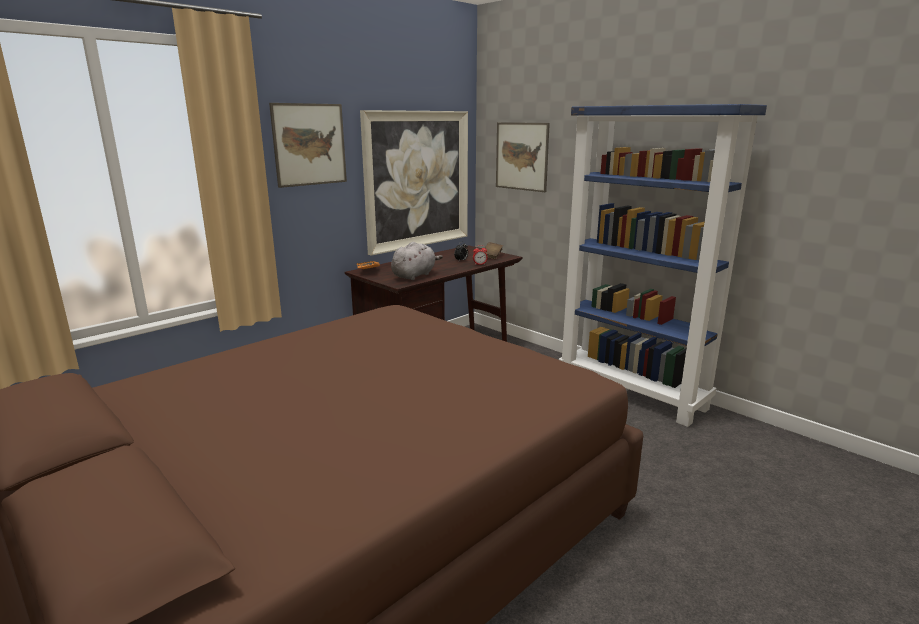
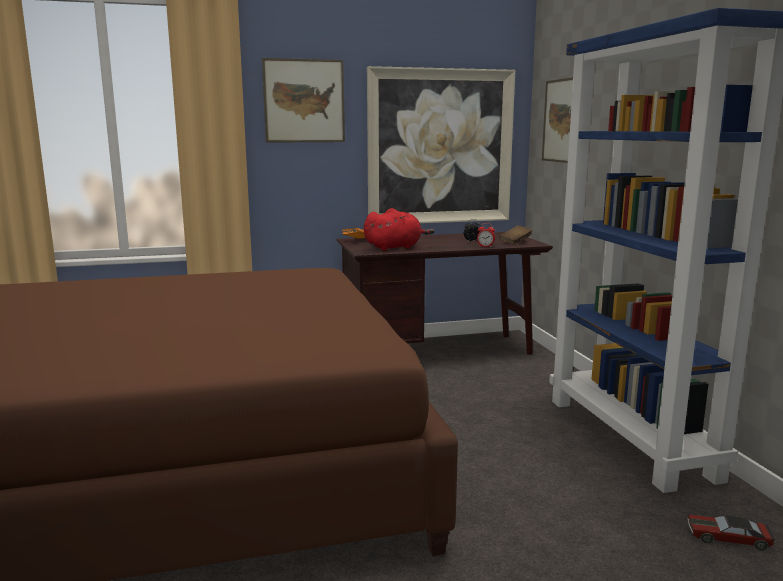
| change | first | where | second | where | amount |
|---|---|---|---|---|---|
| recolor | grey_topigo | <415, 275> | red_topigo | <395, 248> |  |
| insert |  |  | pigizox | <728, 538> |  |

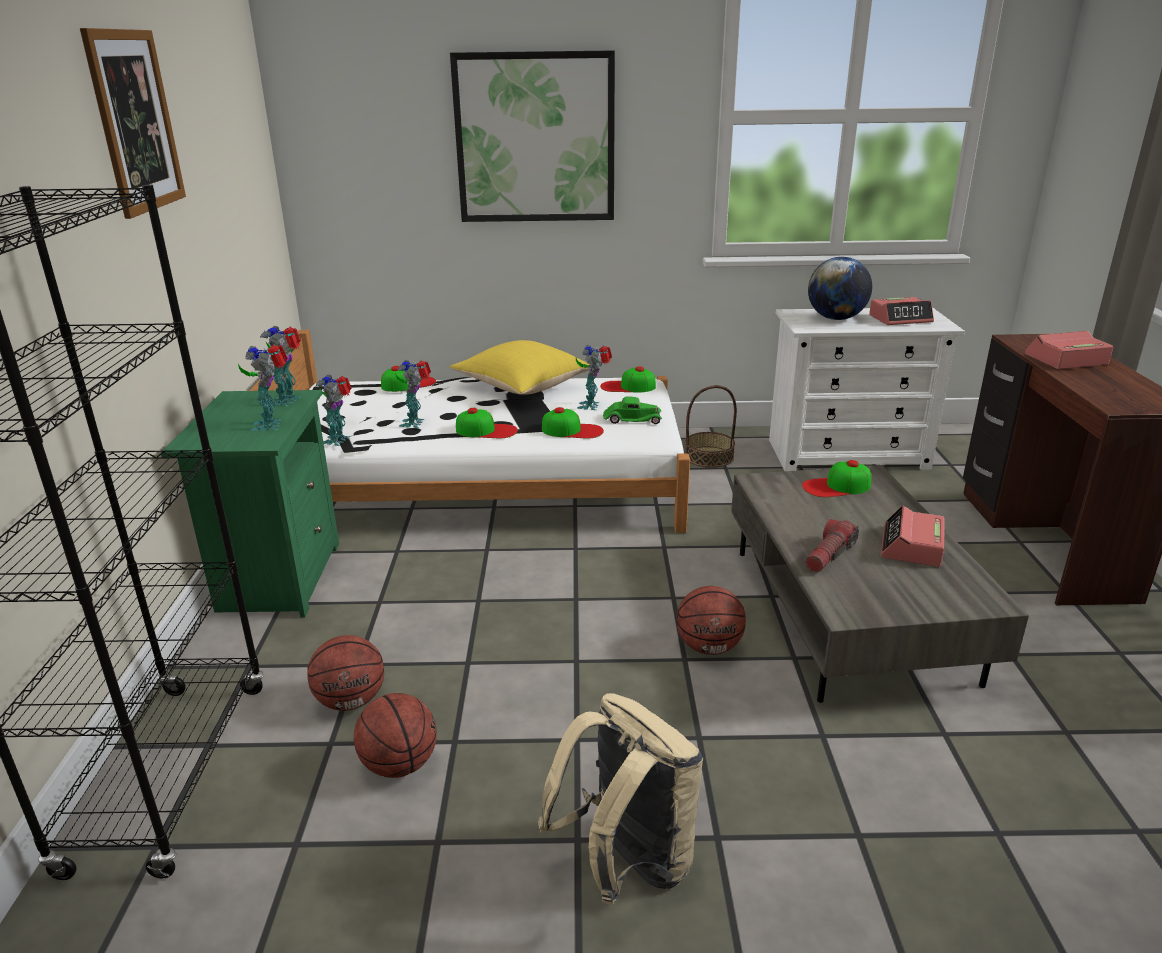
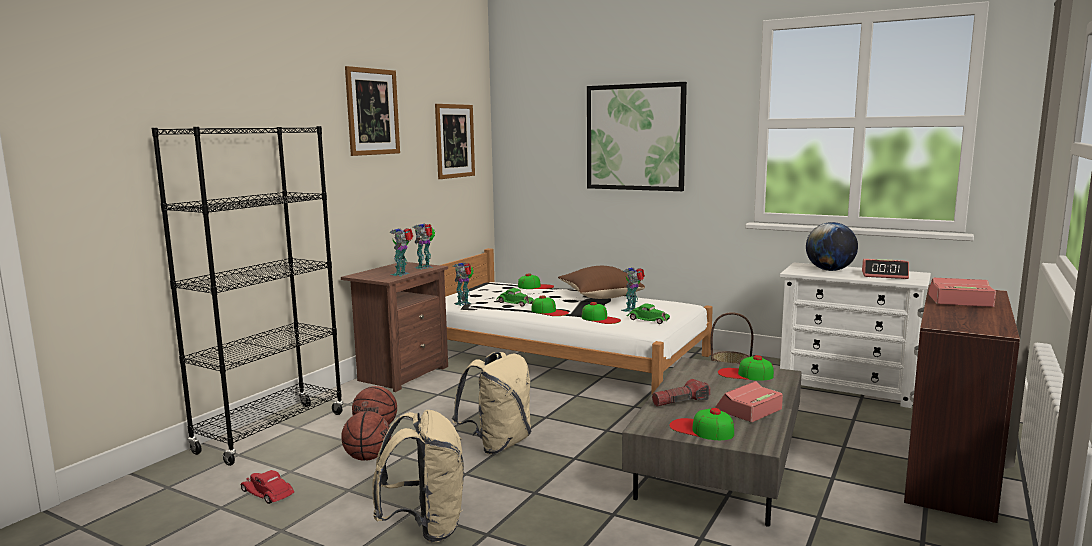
| change | first | where | second | where | amount |
|---|---|---|---|---|---|
| recolor | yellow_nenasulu | <520, 388> | brown_nenasulu | <599, 297> |  |
| replace | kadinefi | <415, 423> | green_pigizox | <514, 303> |  |
| move | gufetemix | <627, 386> |  | <701, 429> |  |
| recolor | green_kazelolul | <278, 578> | brown_kazelolul | <402, 374> |  |
| delete | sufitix | <709, 647> |  |  |  |
| insert |  |  | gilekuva | <454, 141> |  |
| insert |  |  | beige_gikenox | <498, 444> |  |
| insert |  |  | red_pigizox | <268, 493> |  |

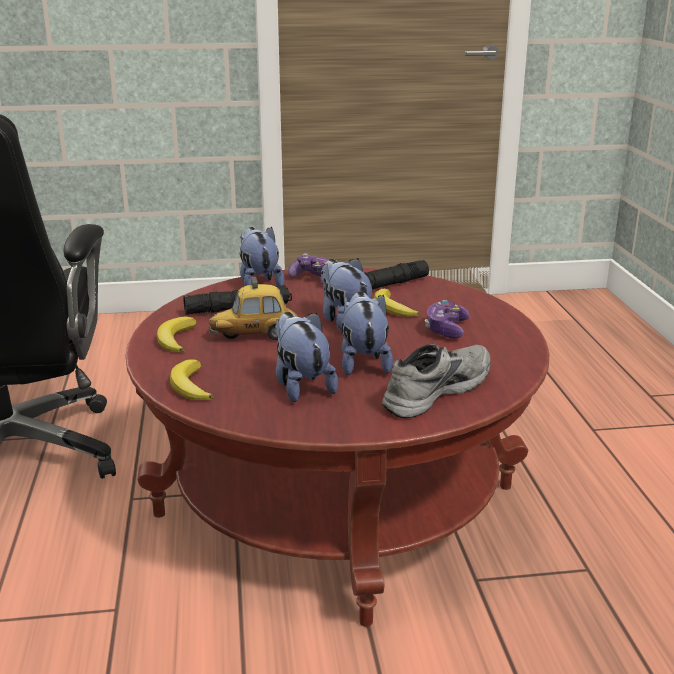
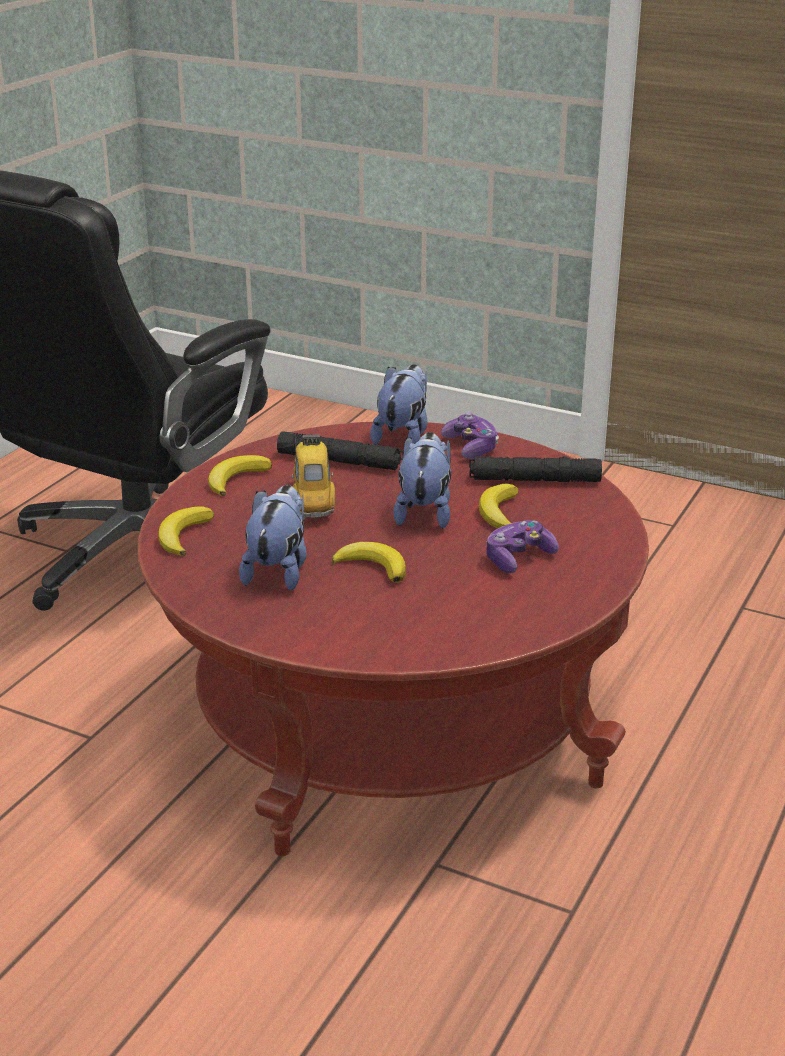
| change | first | where | second | where | amount |
|---|---|---|---|---|---|
| rotate | pigizox | <256, 336> |  | <313, 500> | 60 degrees clockwise |
| replace | topigo | <363, 362> | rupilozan | <373, 566> |  |
| delete | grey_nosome | <434, 390> |  |  |  |

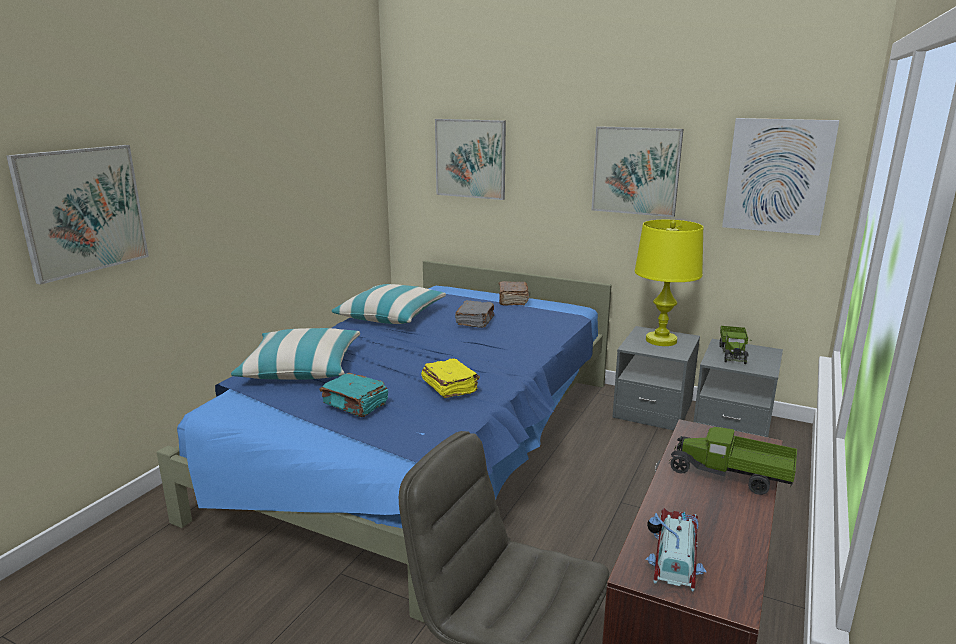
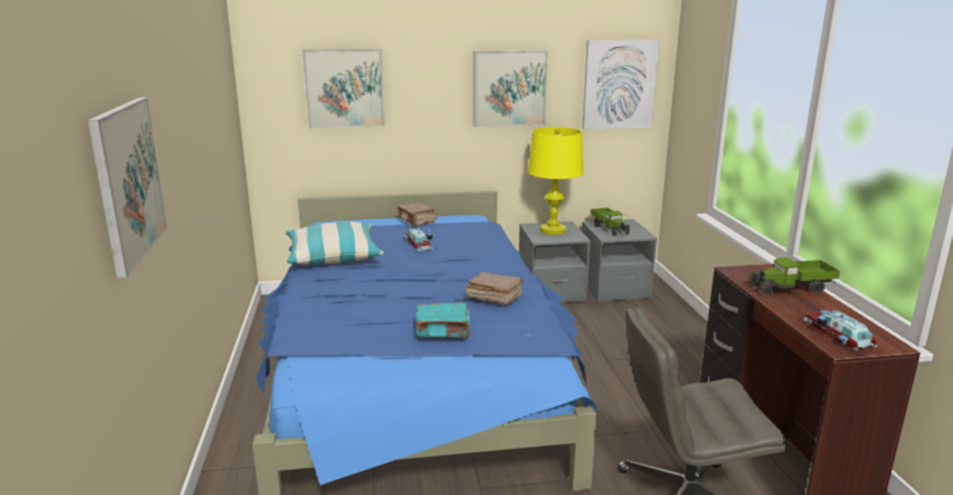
| change | first | where | second | where | amount |
|---|---|---|---|---|---|
| replace | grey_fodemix | <475, 322> | pigizox | <419, 244> |  |
| delete | nenasulu | <301, 368> |  |  |  |
| recolor | yellow_fodemix | <450, 387> | brown_fodemix | <493, 297> |  |

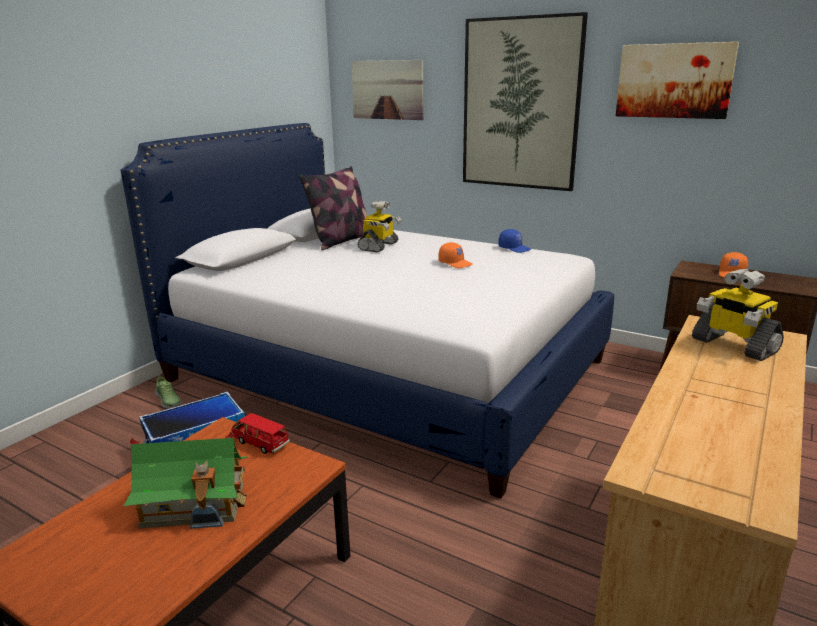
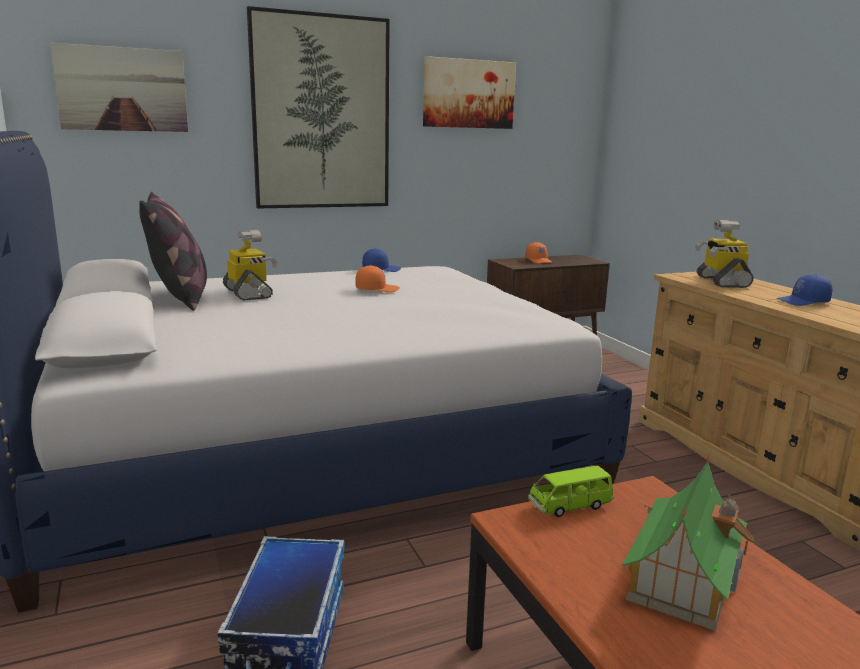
| change | first | where | second | where | amount |
|---|---|---|---|---|---|
| rotate | kadinefi | <733, 345> |  | <721, 281> | 90 degrees clockwise |
| delete | nosome | <168, 401> |  |  |  |
| recolor | red_pigizox | <260, 443> | green_pigizox | <570, 506> |  |
| insert |  |  | blue_gufetemix | <803, 302> |  |

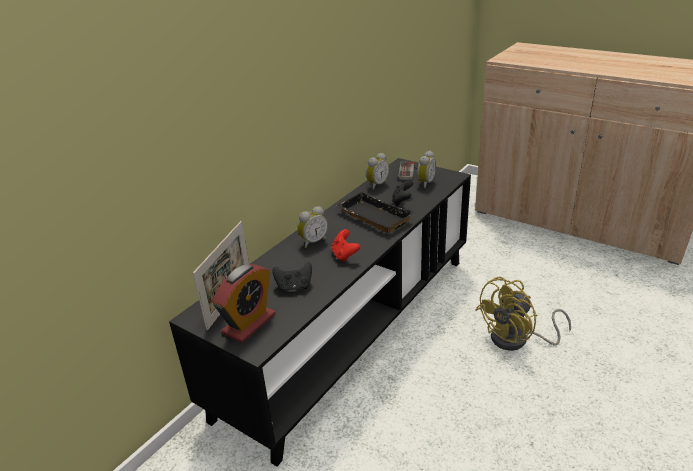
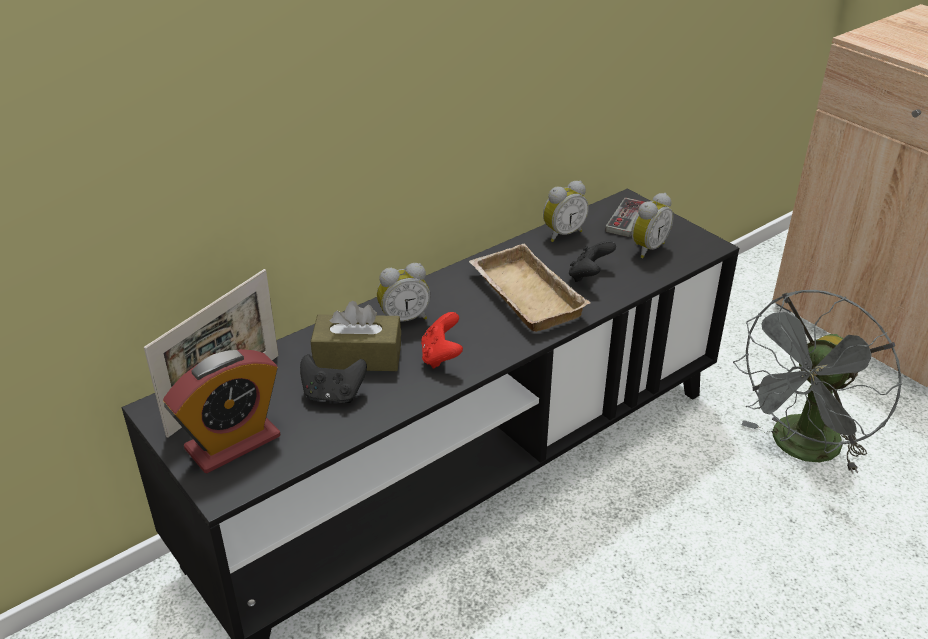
| change | first | where | second | where | amount |
|---|---|---|---|---|---|
| recolor | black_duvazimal | <372, 217> | beige_duvazimal | <522, 295> |  |
| delete | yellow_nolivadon | <517, 340> |  |  |  |
| insert |  |  | grey_nolivadon | <800, 450> |  |
| insert |  |  | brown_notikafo | <358, 357> |  |

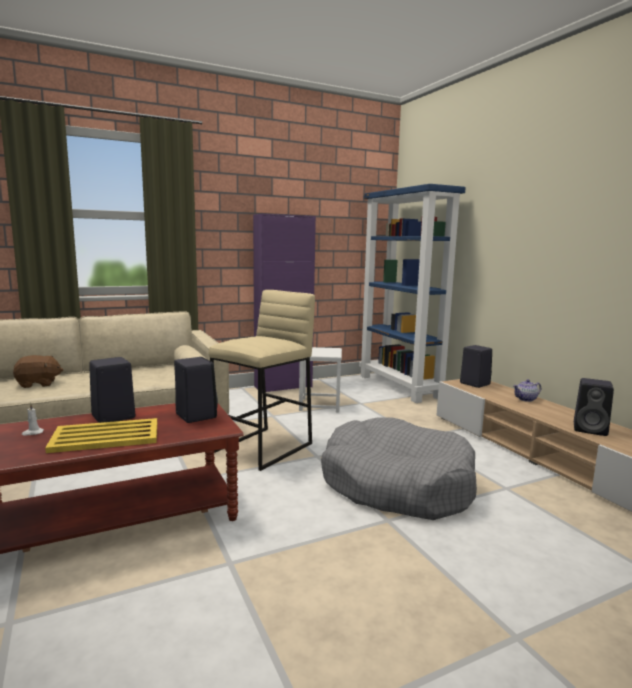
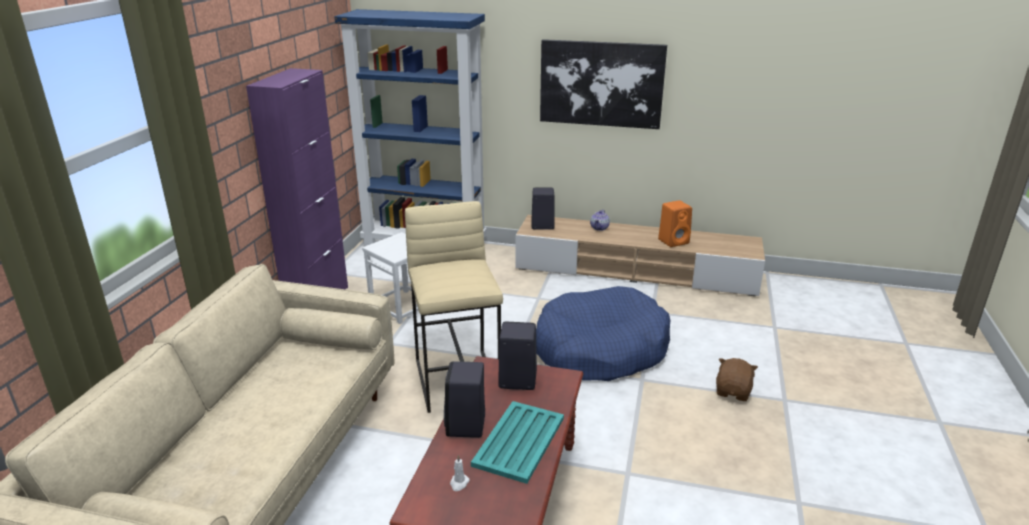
| change | first | where | second | where | amount |
|---|---|---|---|---|---|
| move | brown_topigo | <38, 384> |  | <733, 392> |  |
| recolor | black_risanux | <591, 429> | orange_risanux | <674, 241> |  |
| recolor | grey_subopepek | <396, 484> | blue_subopepek | <600, 349> |  |
| recolor | yellow_duvazimal | <107, 436> | turquoise_duvazimal | <520, 441> |  |
| insert |  |  | gilekuva | <601, 83> |  |

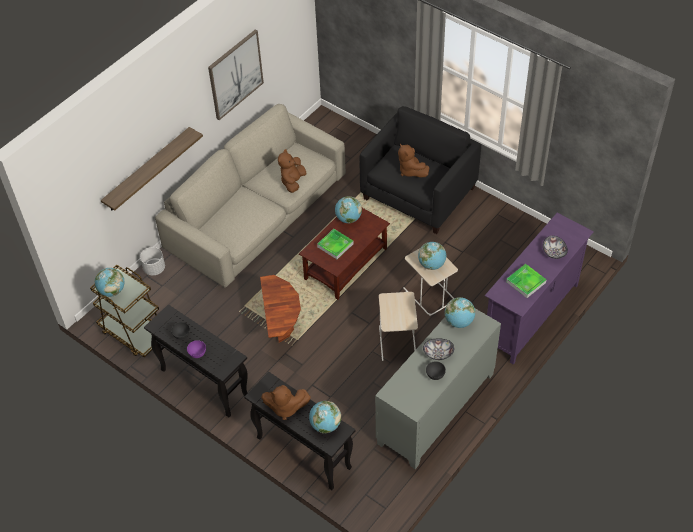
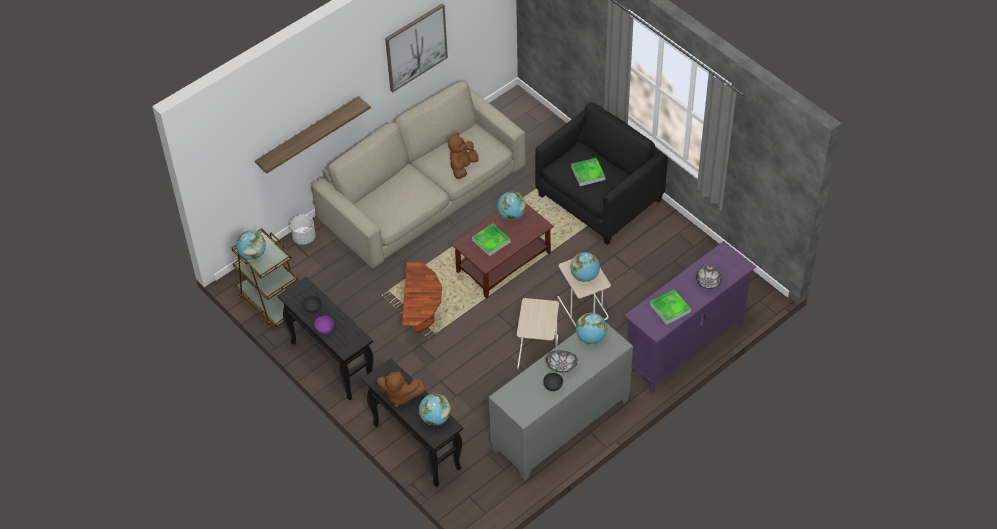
| change | first | where | second | where | amount |
|---|---|---|---|---|---|
| replace | brown_topigo | <410, 171> | duvazimal | <588, 173> |  |

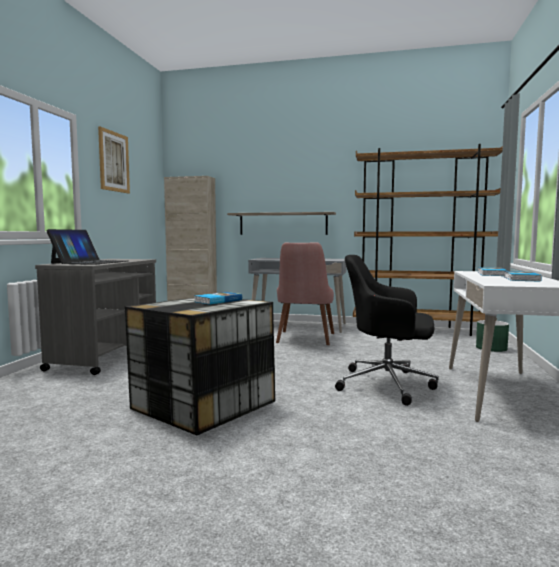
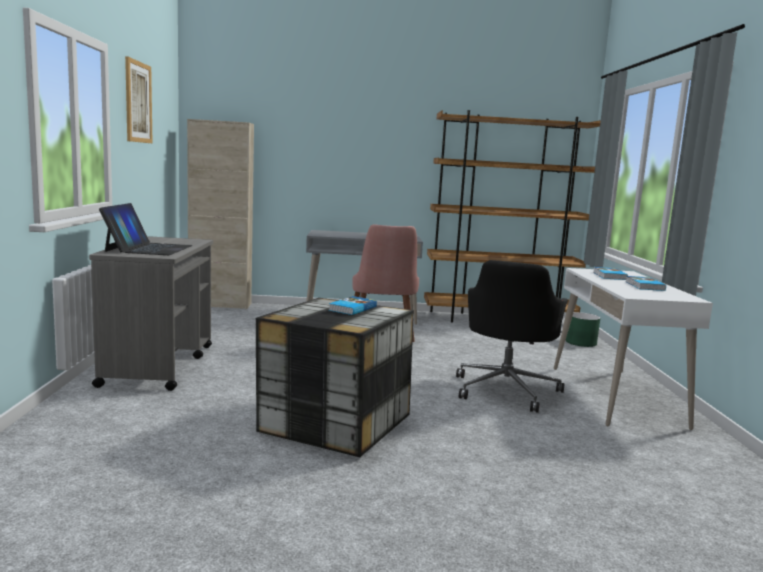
| change | first | where | second | where | amount |
|---|---|---|---|---|---|
| delete | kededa | <283, 223> |  |  |  |
| rotate | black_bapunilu | <388, 384> |  | <506, 390> | 75 degrees counterclockwise |

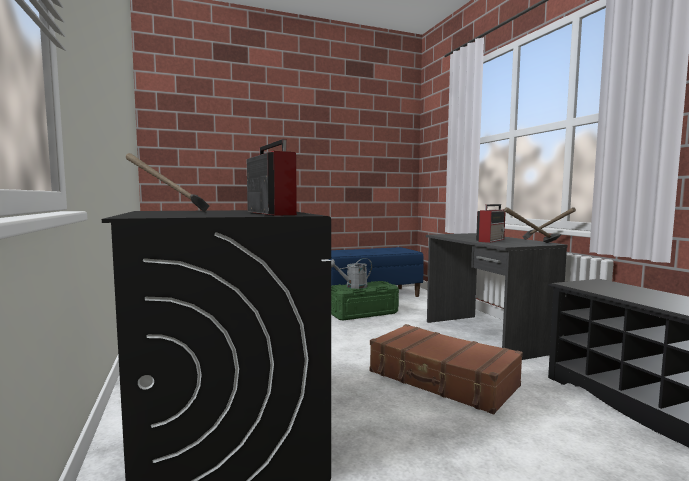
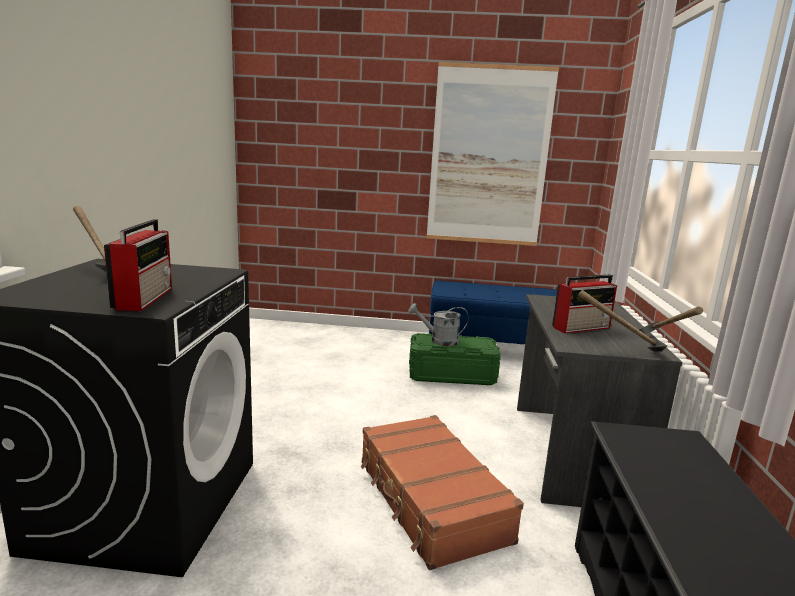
| change | first | where | second | where | amount |
|---|---|---|---|---|---|
| insert |  |  | gilekuva | <489, 157> |  |

